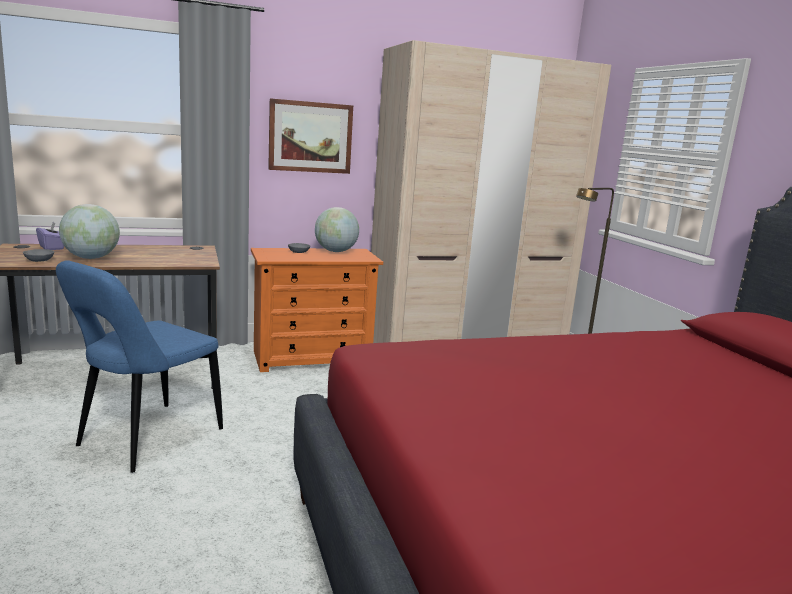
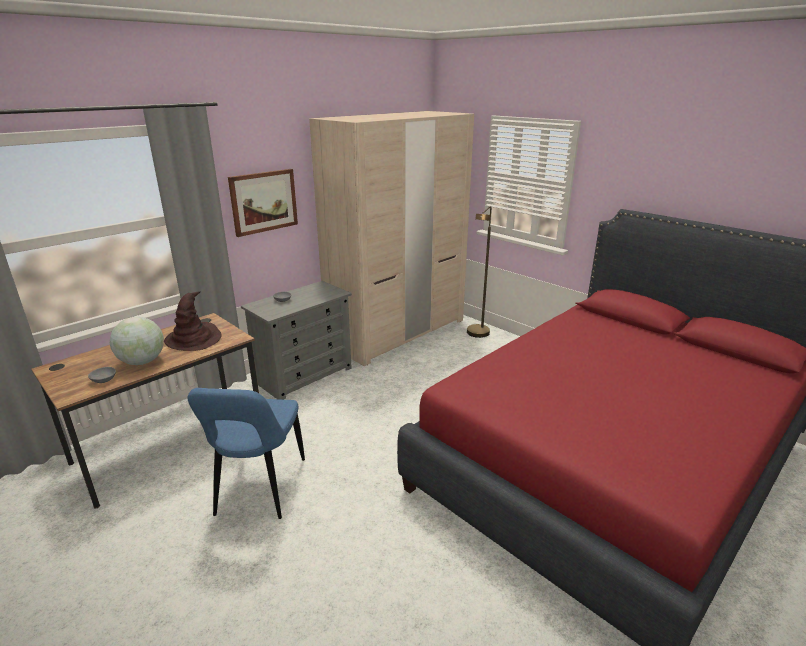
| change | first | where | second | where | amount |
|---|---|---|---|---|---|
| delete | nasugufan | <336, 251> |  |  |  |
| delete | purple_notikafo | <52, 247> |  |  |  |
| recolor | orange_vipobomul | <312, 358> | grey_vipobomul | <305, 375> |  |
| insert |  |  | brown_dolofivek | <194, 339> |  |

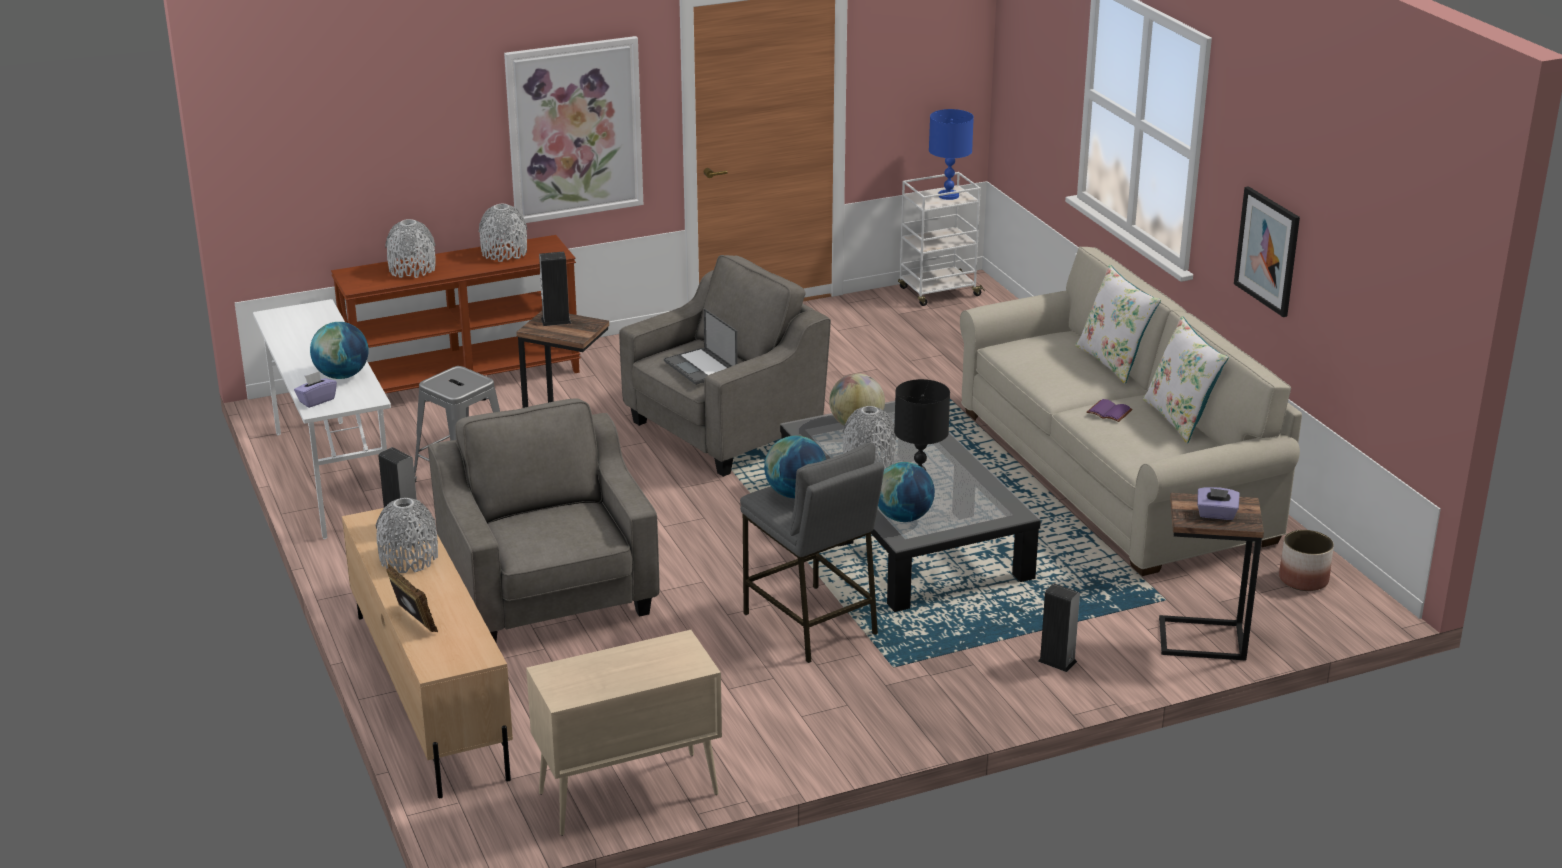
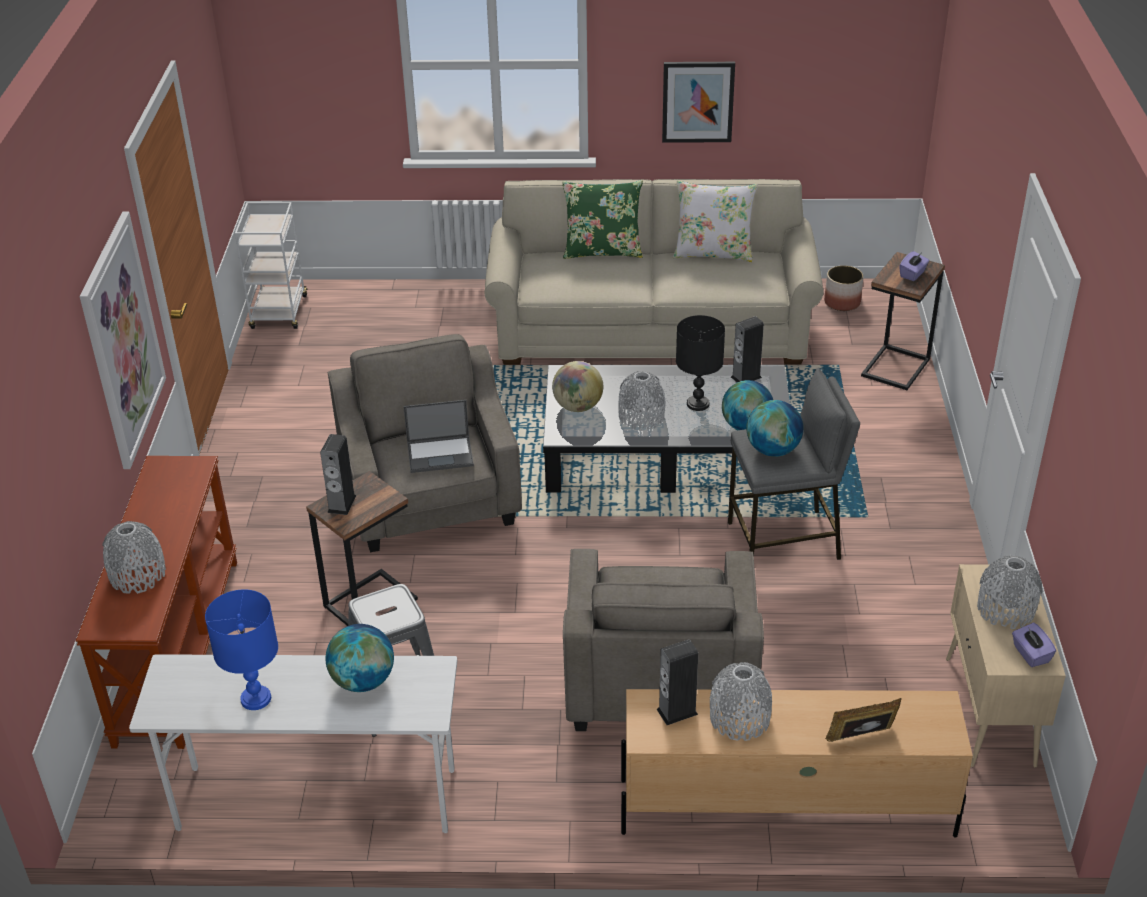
| change | first | where | second | where | amount |
|---|---|---|---|---|---|
| move | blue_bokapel | <948, 196> |  | <256, 698> |  |
| move | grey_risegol | <504, 253> |  | <1005, 609> |  |
| recolor | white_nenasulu | <1113, 362> | green_nenasulu | <602, 251> |  |
| move | purple_notikafo | <316, 400> |  | <1030, 654> |  |
| rotate | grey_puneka | <550, 597> |  | <658, 686> | 90 degrees counterclockwise |
| delete | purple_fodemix | <1110, 412> |  |  |  |
| move | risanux | <1057, 661> |  | <746, 377> |  |

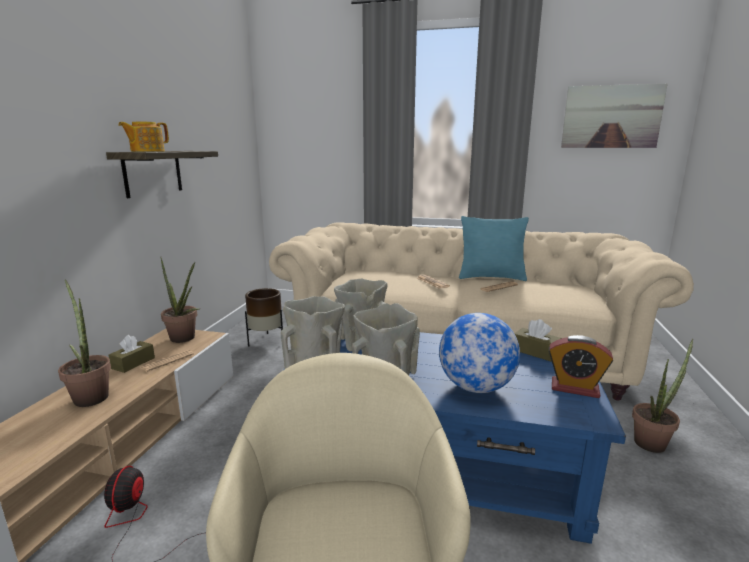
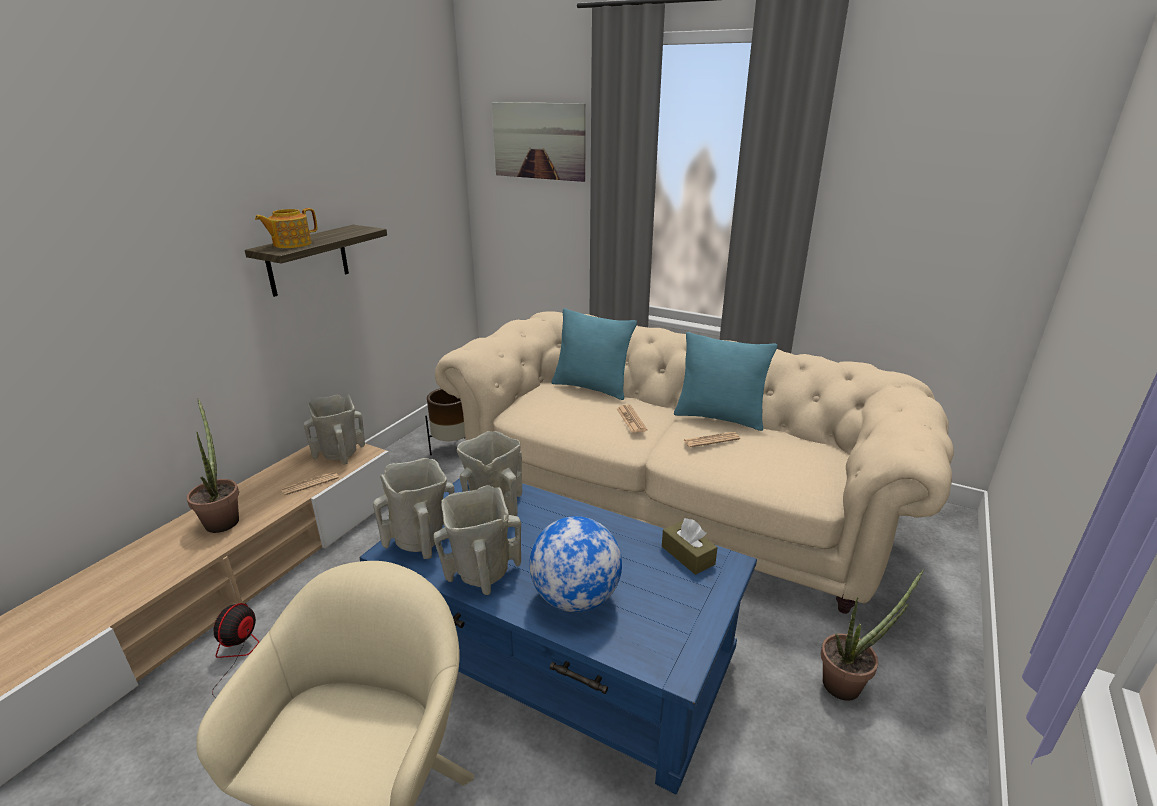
| change | first | where | second | where | amount |
|---|---|---|---|---|---|
| move | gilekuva | <611, 117> |  | <539, 141> |  |
| replace | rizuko | <185, 339> | beige_risegol | <340, 454> |  |
| delete | brown_notikafo | <133, 363> |  |  |  |
| delete | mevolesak | <574, 388> |  |  |  |
| insert |  |  | turquoise_nenasulu | <591, 387> |  |

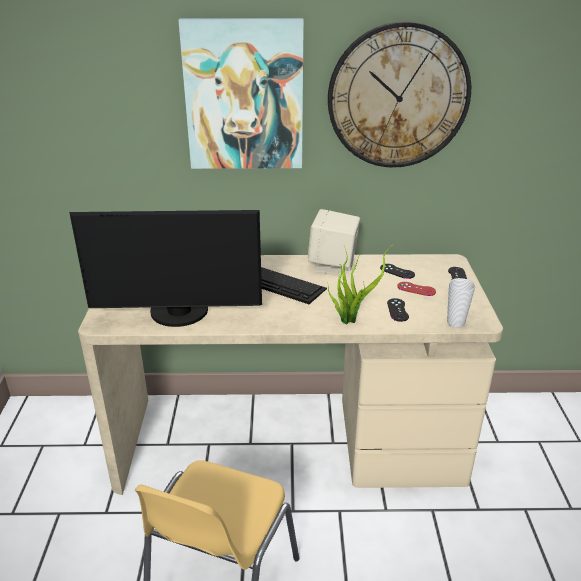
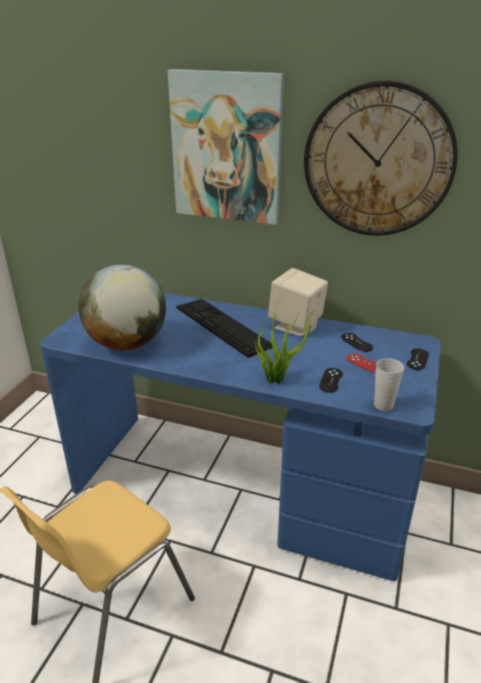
| change | first | where | second | where | amount |
|---|---|---|---|---|---|
| replace | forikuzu | <179, 314> | nasugufan | <127, 344> |  |
| recolor | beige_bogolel | <290, 441> | blue_bogolel | <240, 487> |  |

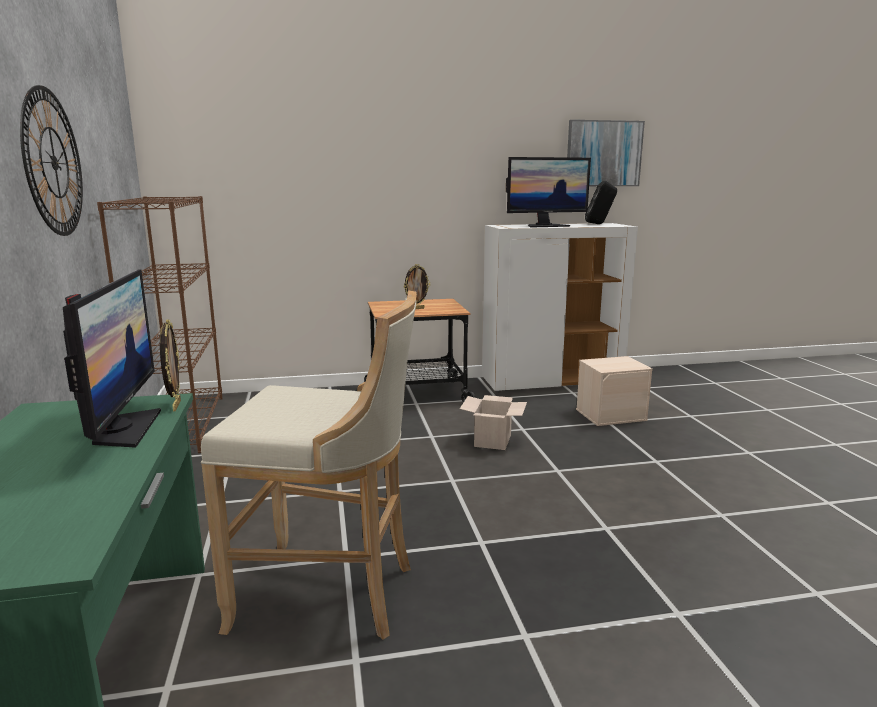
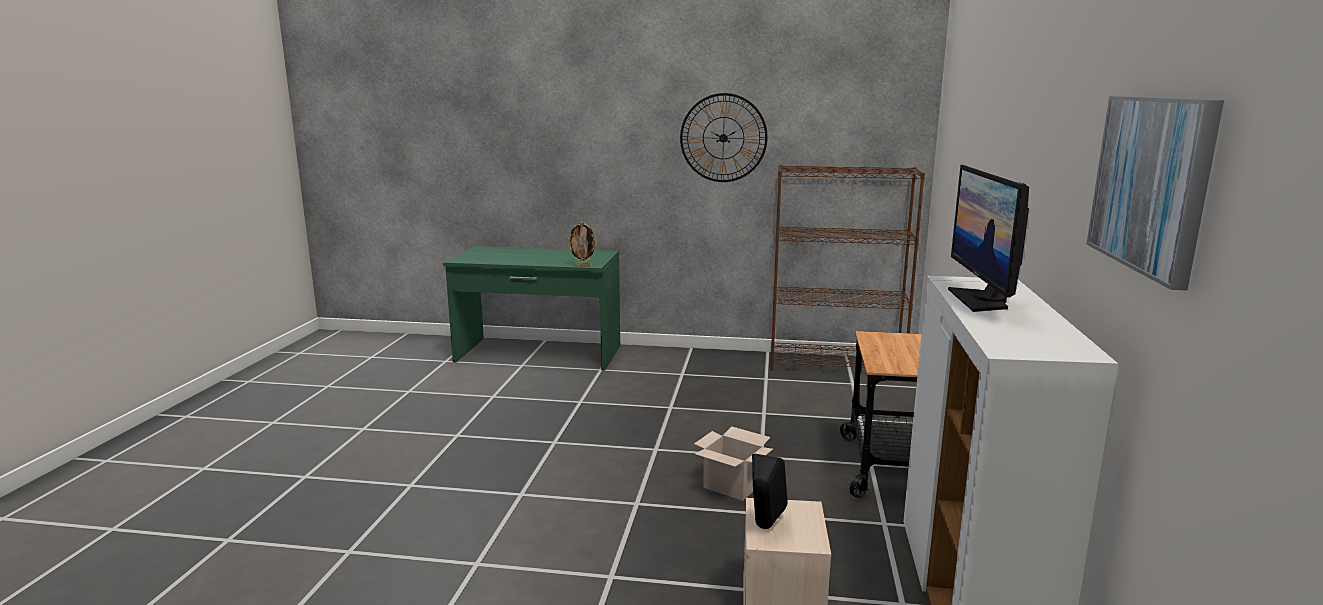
| change | first | where | second | where | amount |
|---|---|---|---|---|---|
| move | black_risanux | <599, 224> |  | <764, 528> |  |
| delete | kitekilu | <416, 309> |  |  |  |
| delete | forikuzu | <123, 429> |  |  |  |
| delete | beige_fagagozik | <330, 594> |  |  |  |

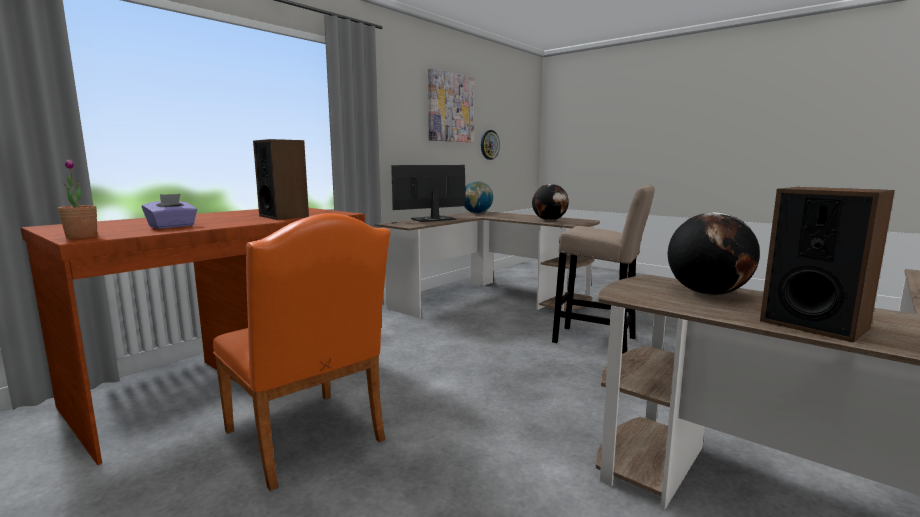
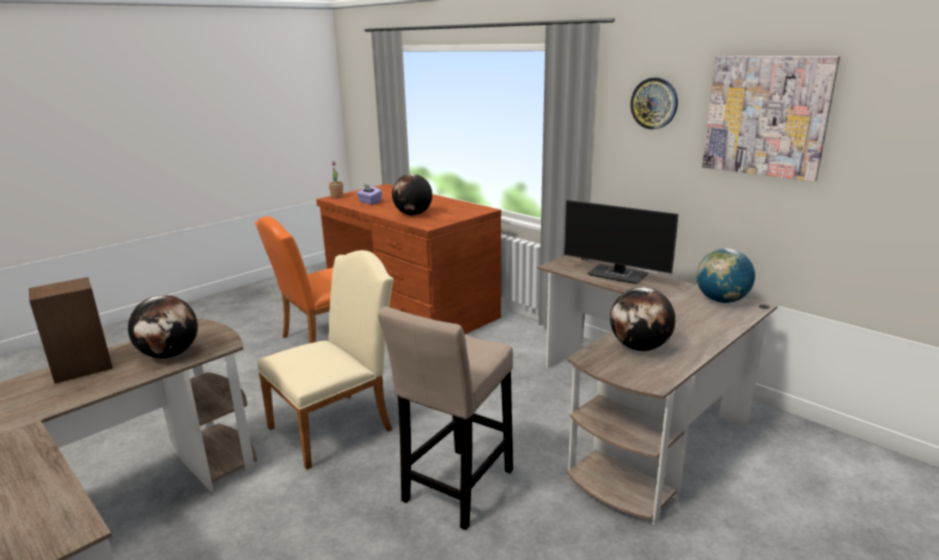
| change | first | where | second | where | amount |
|---|---|---|---|---|---|
| move | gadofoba | <489, 145> |  | <654, 103> |  |
| replace | risanux | <284, 216> | nasugufan | <413, 214> |  |
| rotate | forikuzu | <432, 220> |  | <619, 275> | 150 degrees clockwise |
| insert |  |  | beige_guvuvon | <338, 425> |  |

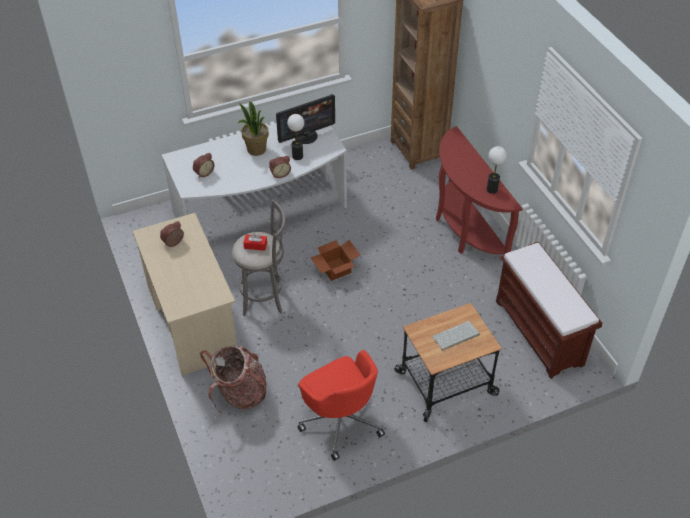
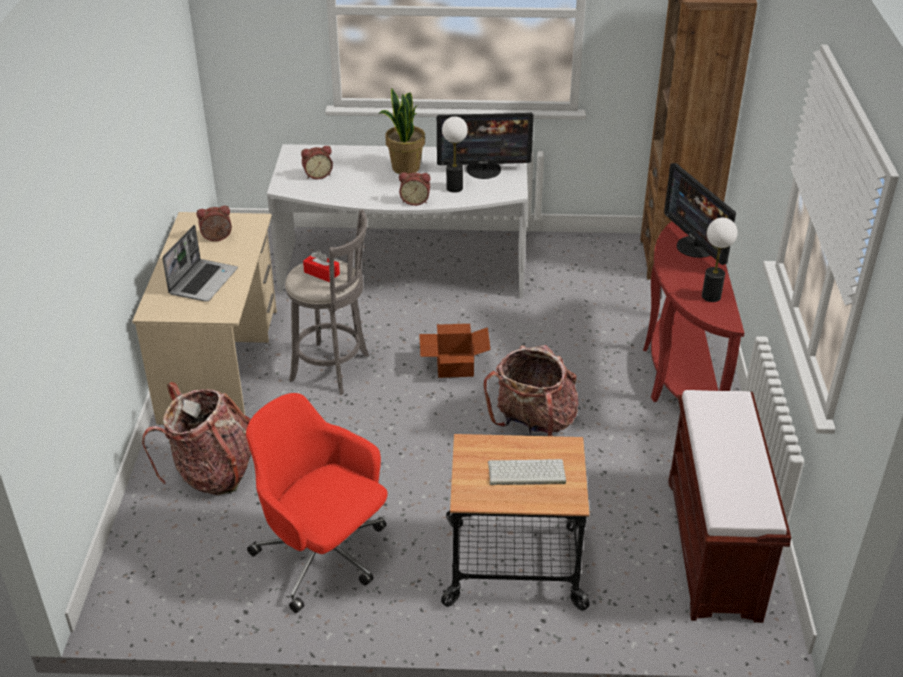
| change | first | where | second | where | amount |
|---|---|---|---|---|---|
| rotate | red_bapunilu | <341, 420> |  | <323, 556> | 135 degrees clockwise |
| insert |  |  | forikuzu | <696, 247> |  |
| insert |  |  | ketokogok | <203, 281> |  |
| insert |  |  | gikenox | <533, 424> |  |

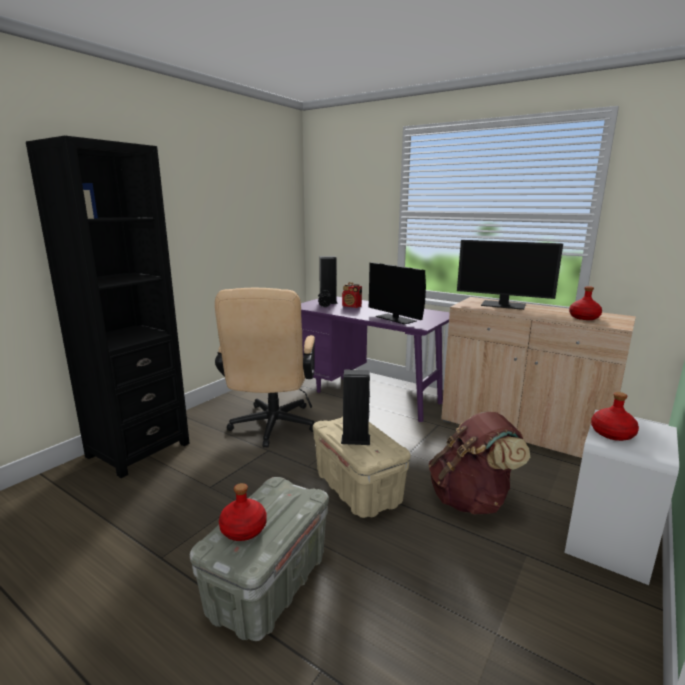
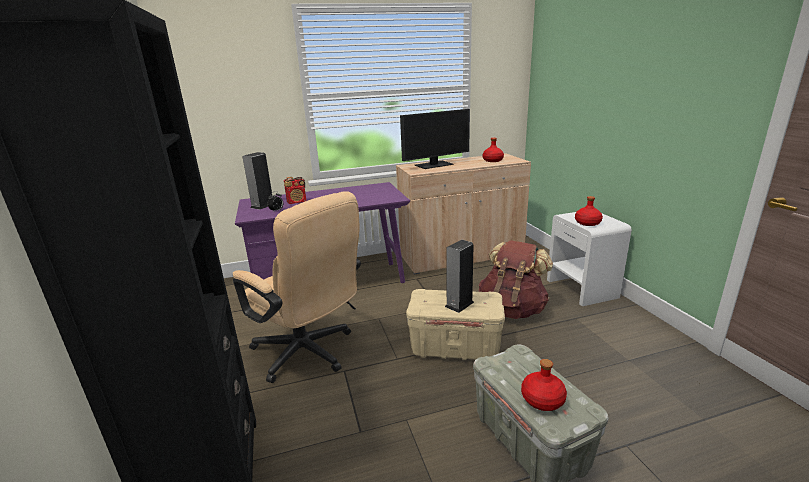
| change | first | where | second | where | amount |
|---|---|---|---|---|---|
| delete | forikuzu | <395, 319> |  |  |  |

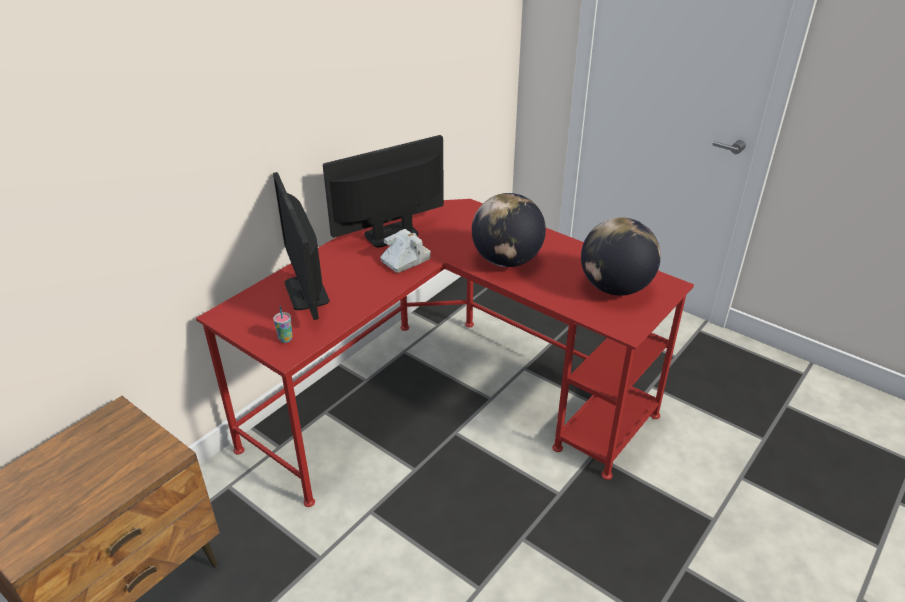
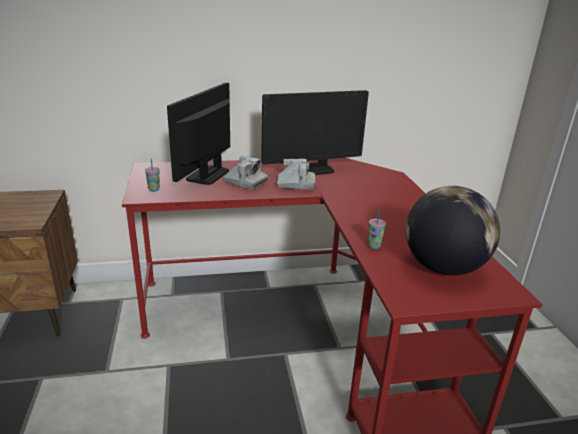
| change | first | where | second | where | amount |
|---|---|---|---|---|---|
| rotate | forikuzu | <391, 234> |  | <311, 169> | 150 degrees clockwise |
| delete | nasugufan | <506, 260> |  |  |  |
| insert |  |  | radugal | <245, 182> |  |
| insert |  |  | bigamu | <374, 246> |  |

